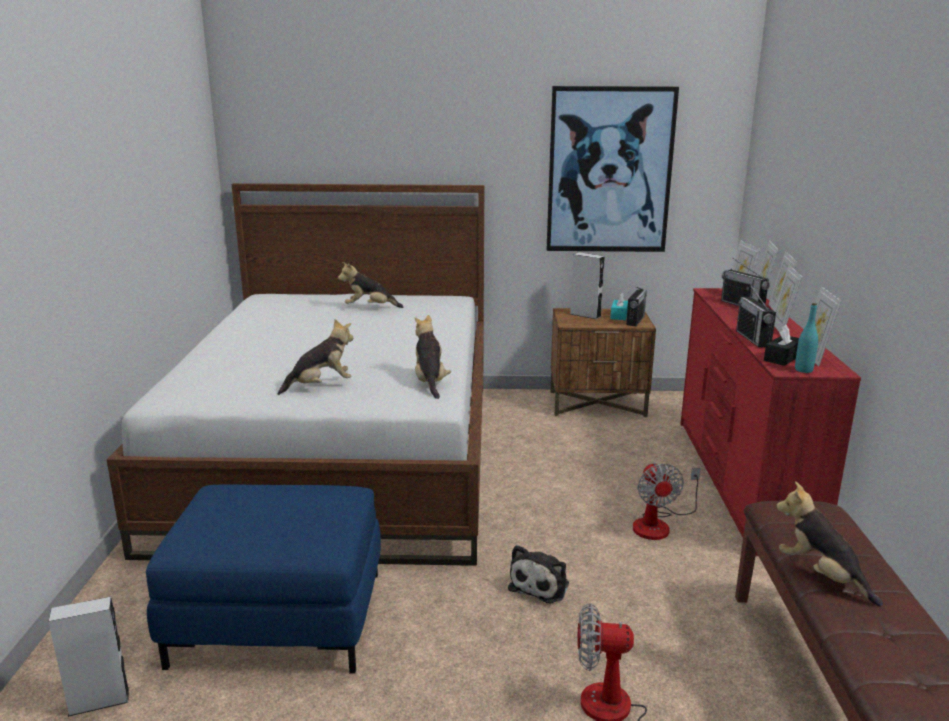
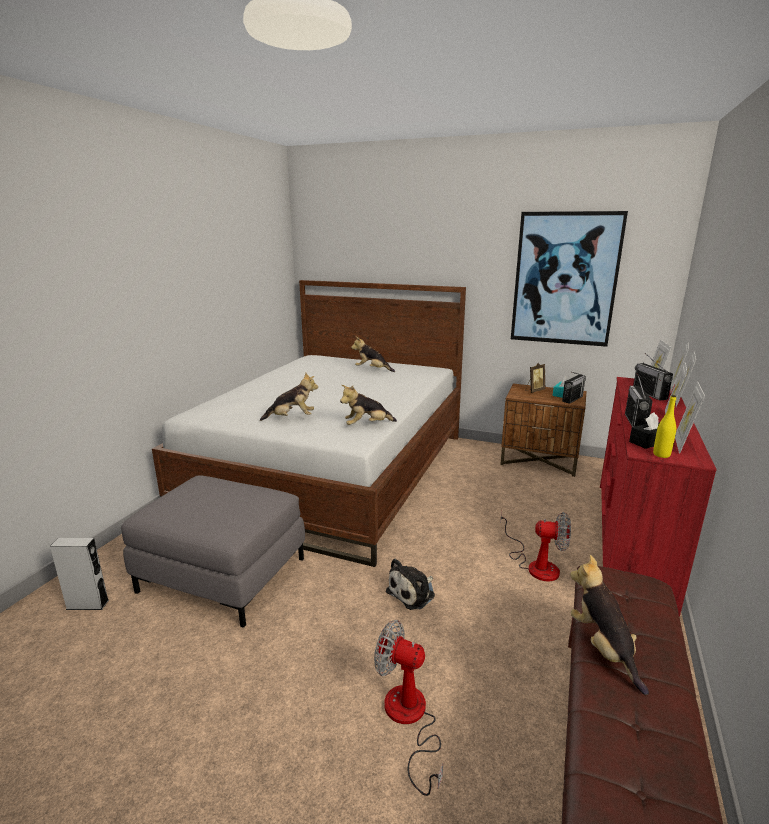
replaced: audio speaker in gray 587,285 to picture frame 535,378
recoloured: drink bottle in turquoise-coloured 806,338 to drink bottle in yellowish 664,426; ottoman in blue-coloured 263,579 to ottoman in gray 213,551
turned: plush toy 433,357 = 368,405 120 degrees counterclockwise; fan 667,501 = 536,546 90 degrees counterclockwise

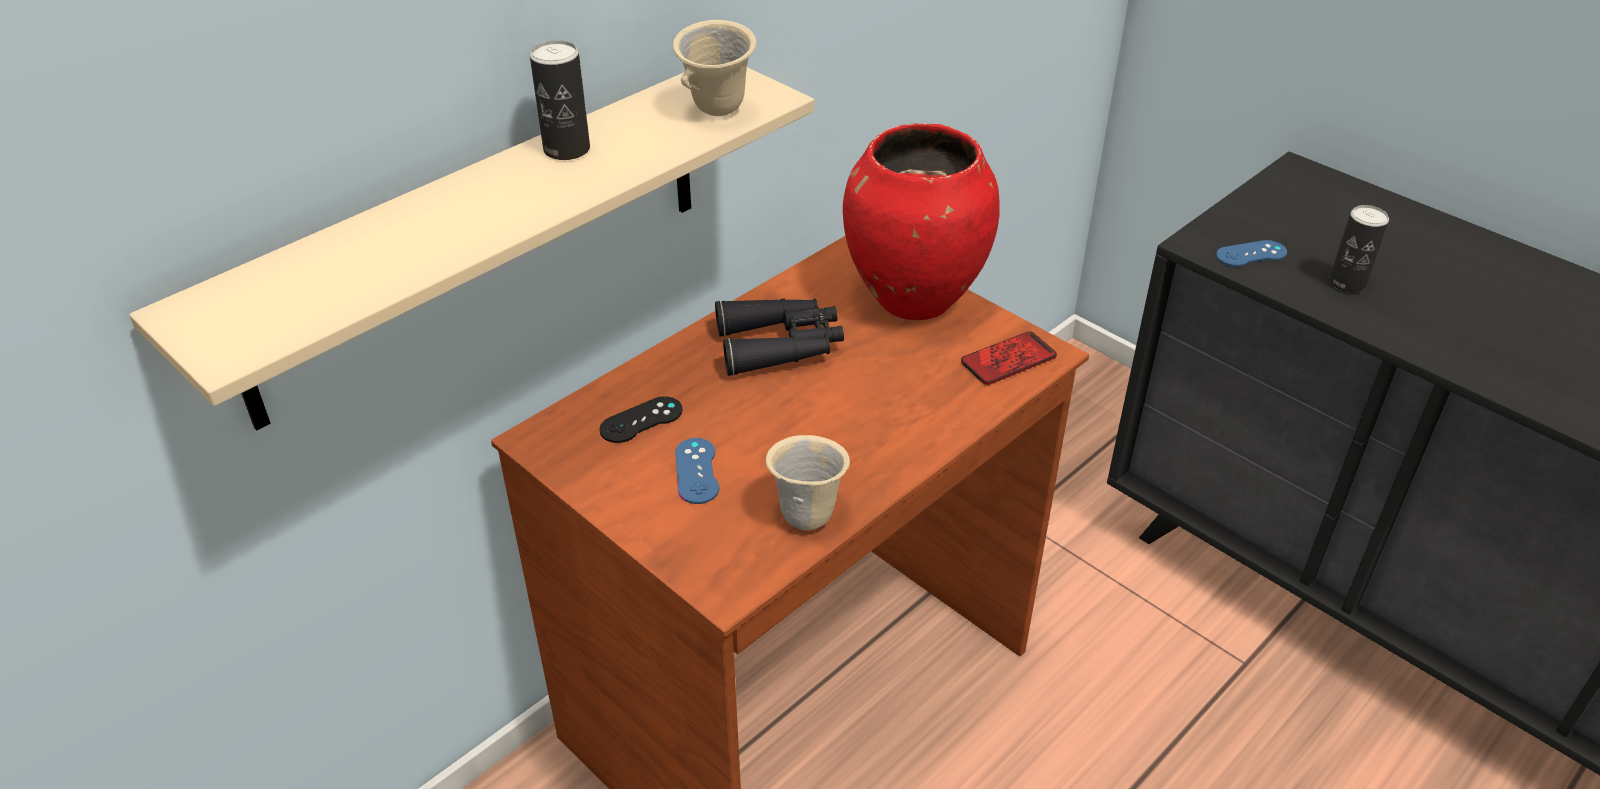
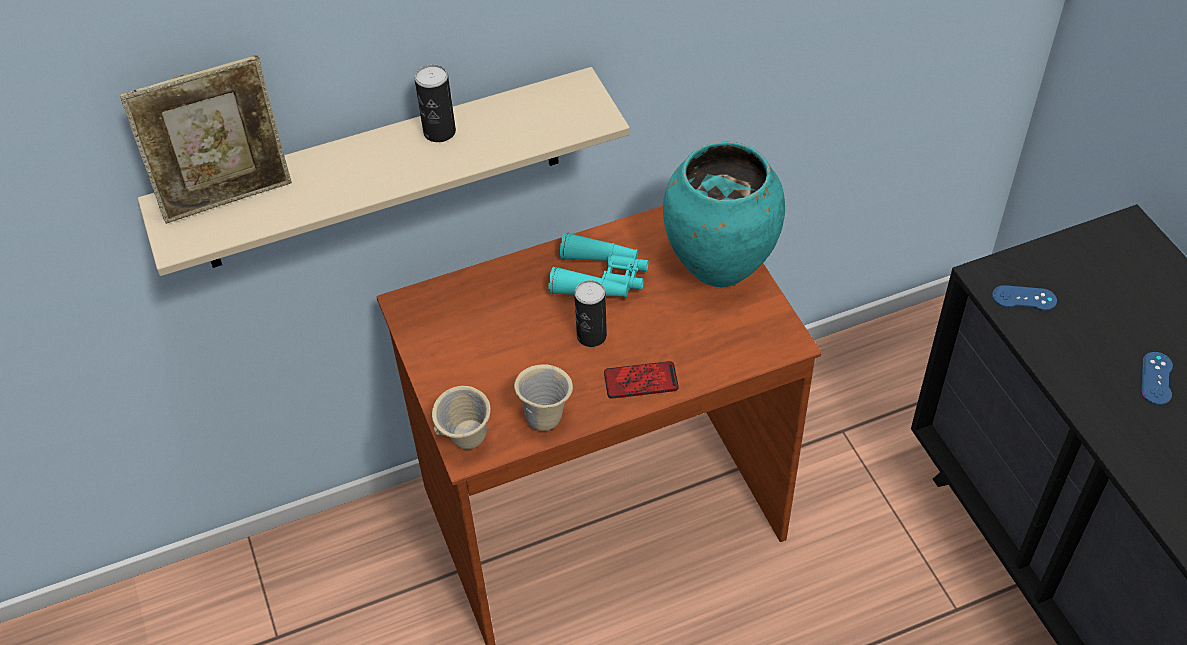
removed: joypad in blackish 641,419
added: picture frame 205,139
moved: mug in sand-coloured 715,68 to 461,417; can 1359,249 to 590,313; phone 1009,358 to 641,380; joypad in blue-coloured 697,471 to 1157,378
recoloured: vase in reddish 921,221 to vase in turquoise-coloured 724,214; binoculars in blackish 779,337 to binoculars in turquoise-coloured 598,265

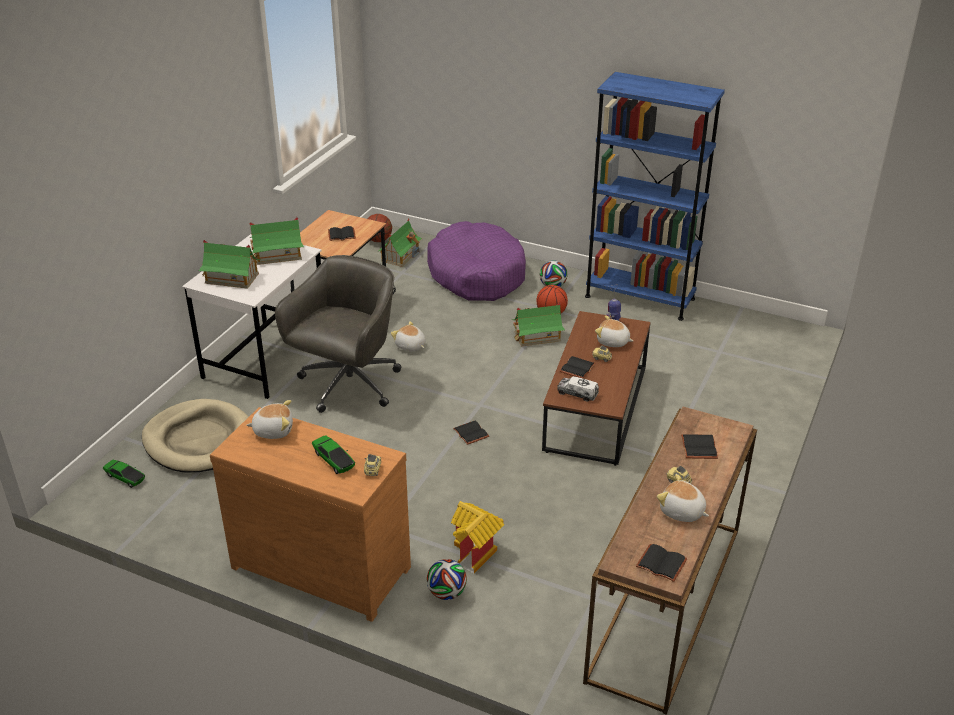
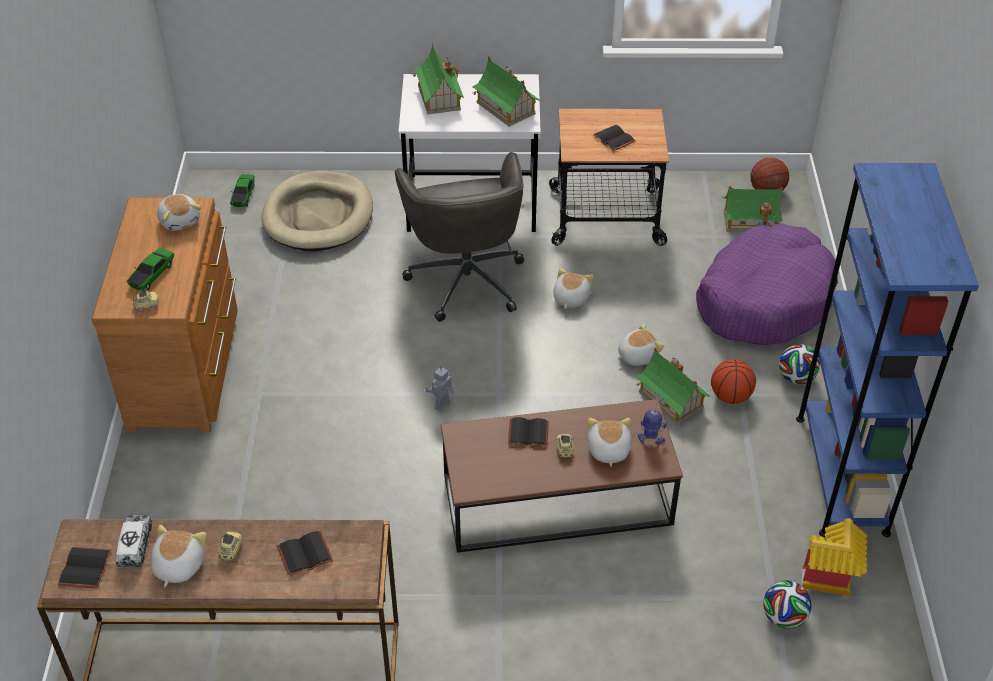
added: plush toy 640,344
moved: toy lorry 578,388 to 134,541; model house 477,537 to 834,557; football 447,579 to 787,605
replaced: bound book in blackish 471,433 to model robot 439,389
turned: computer chair in gray 338,334 = 459,237 75 degrees clockwise

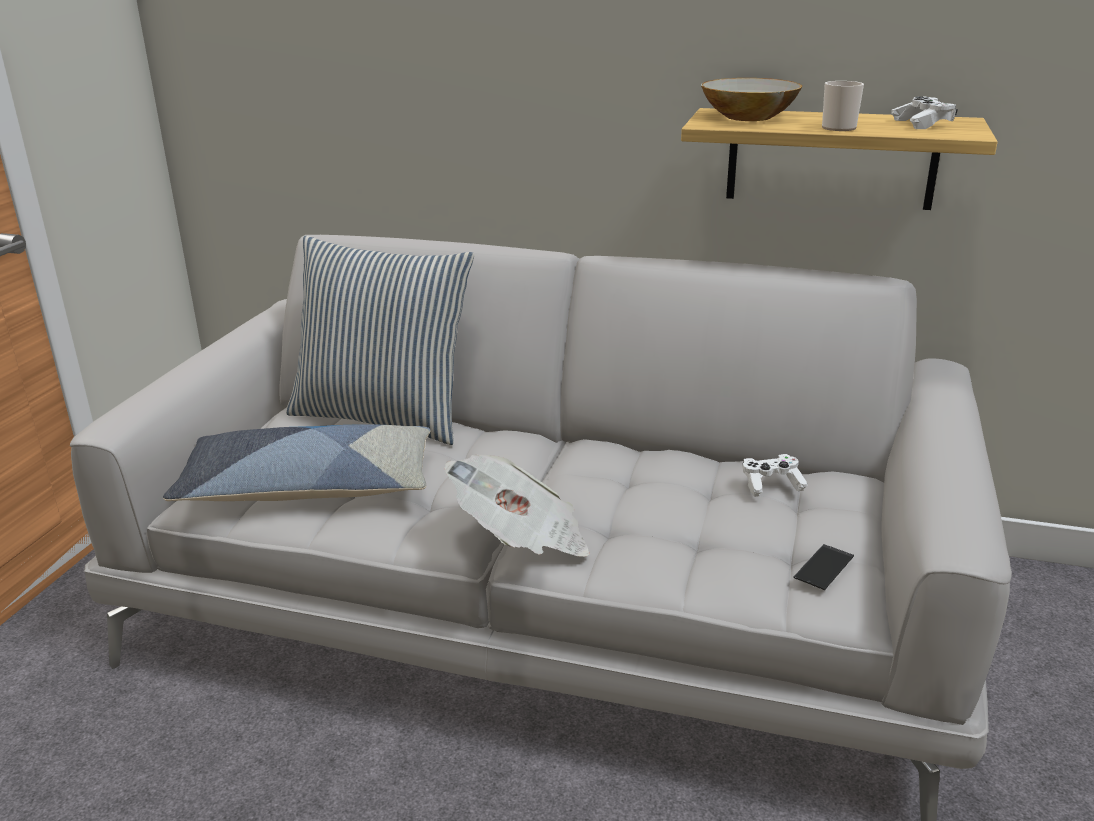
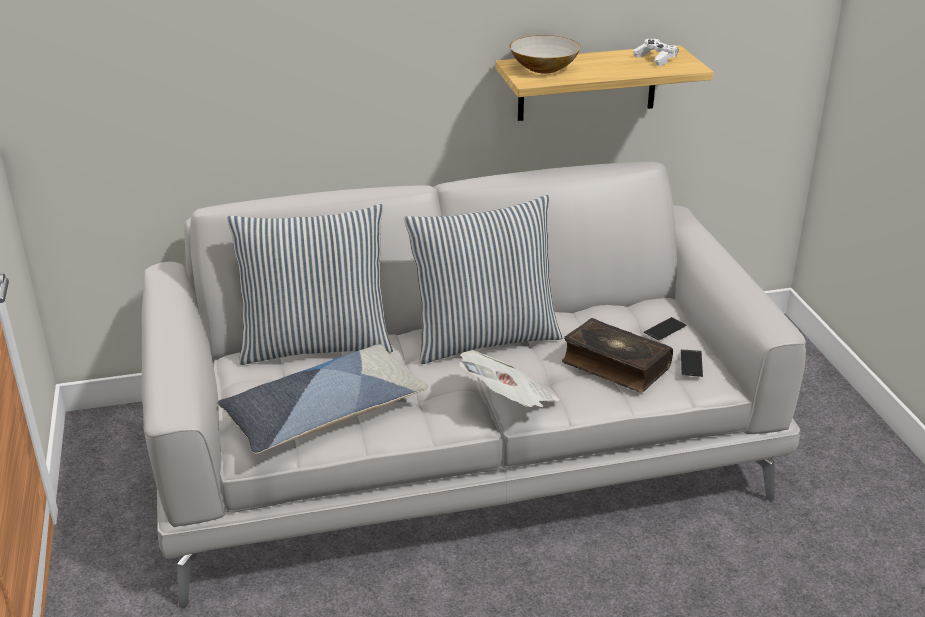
removed: mug 843,106; joypad in white 774,475
added: pillow 483,279; phone 665,329; bound book 617,355

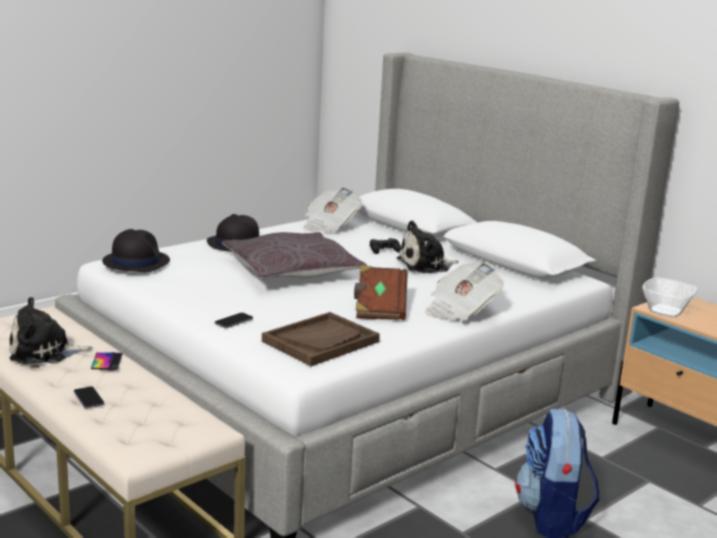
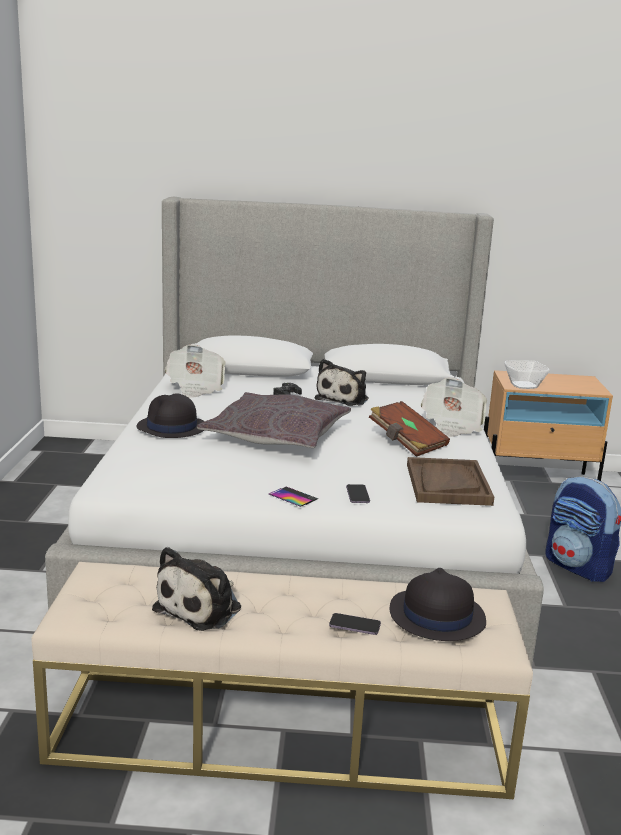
moved: clothing hat in blackish 136,250 to 438,604; phone 107,361 to 293,496

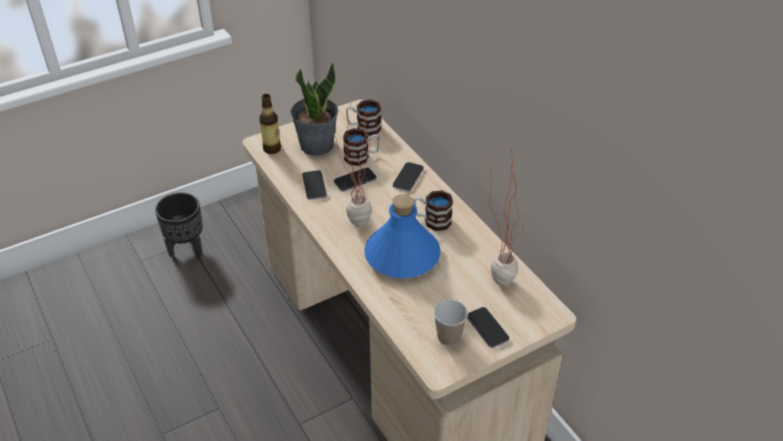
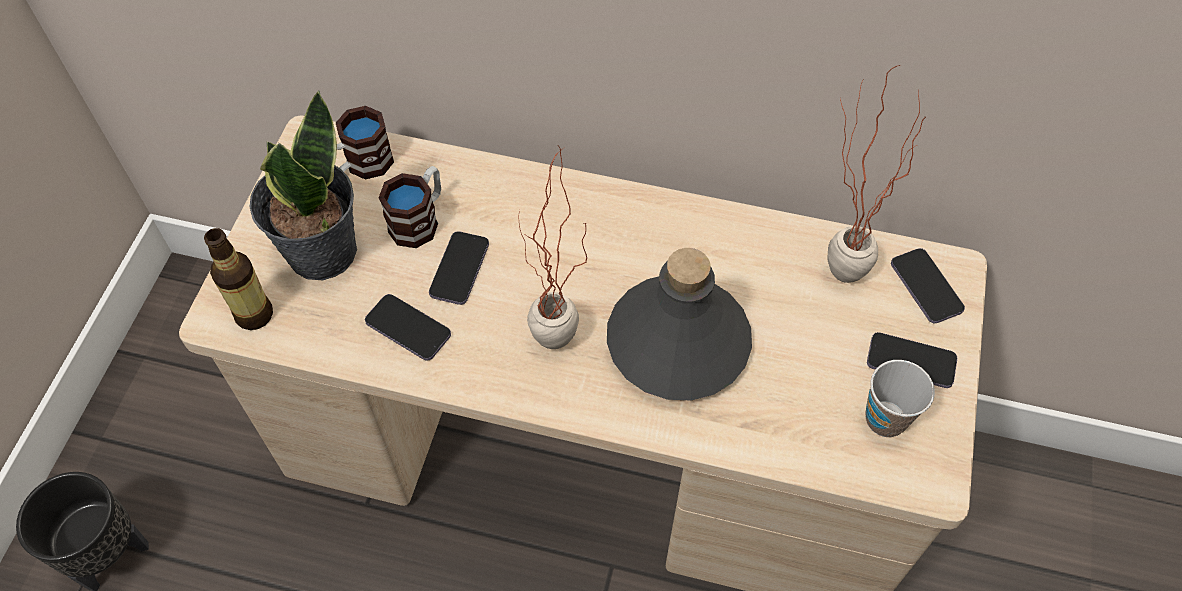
removed: mug 433,210
moved: phone 408,176 to 928,285
recoloured: drink bottle in blue-coloured 402,236 to drink bottle in gray 679,324

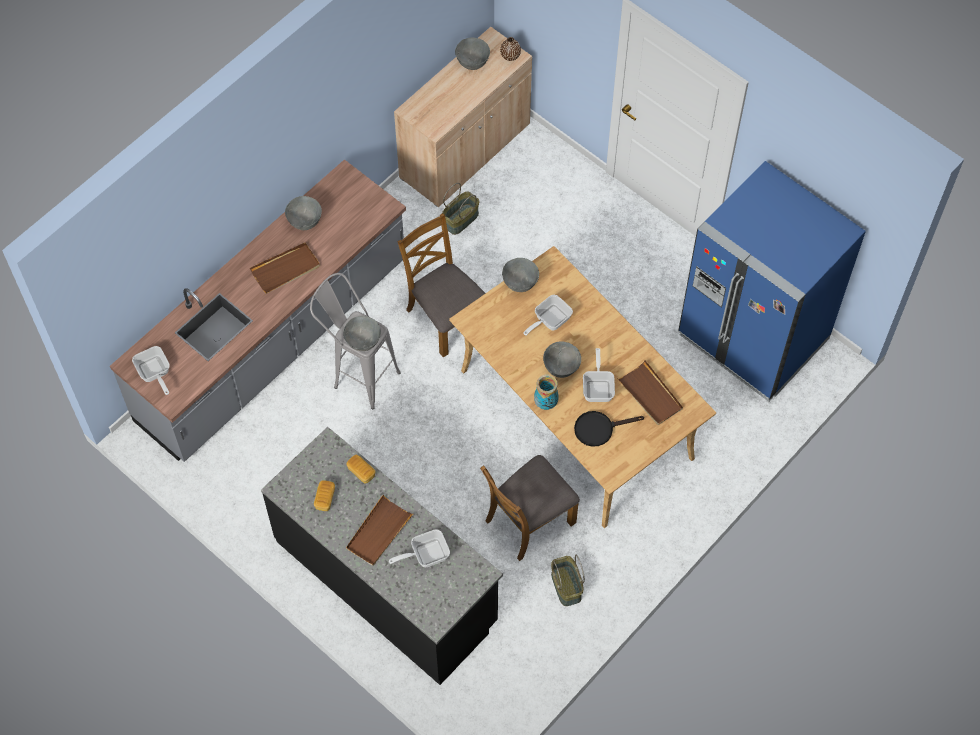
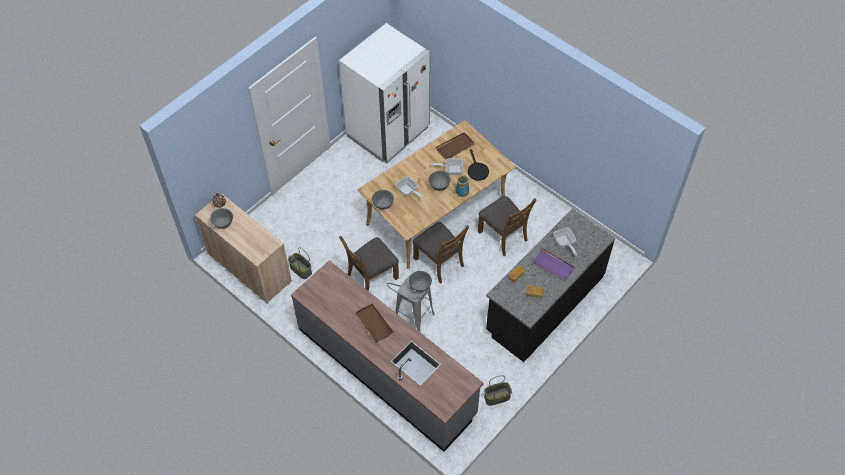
removed: serving bowl in gray 303,213; frying pan 151,370
added: chair in brown 441,253
moved: storage basket 568,580 to 498,390
recoloured: kitchen fridge in blue-coloured 772,281 to kitchen fridge in white 384,93; tray in brown 379,530 to tray in purplish 553,264

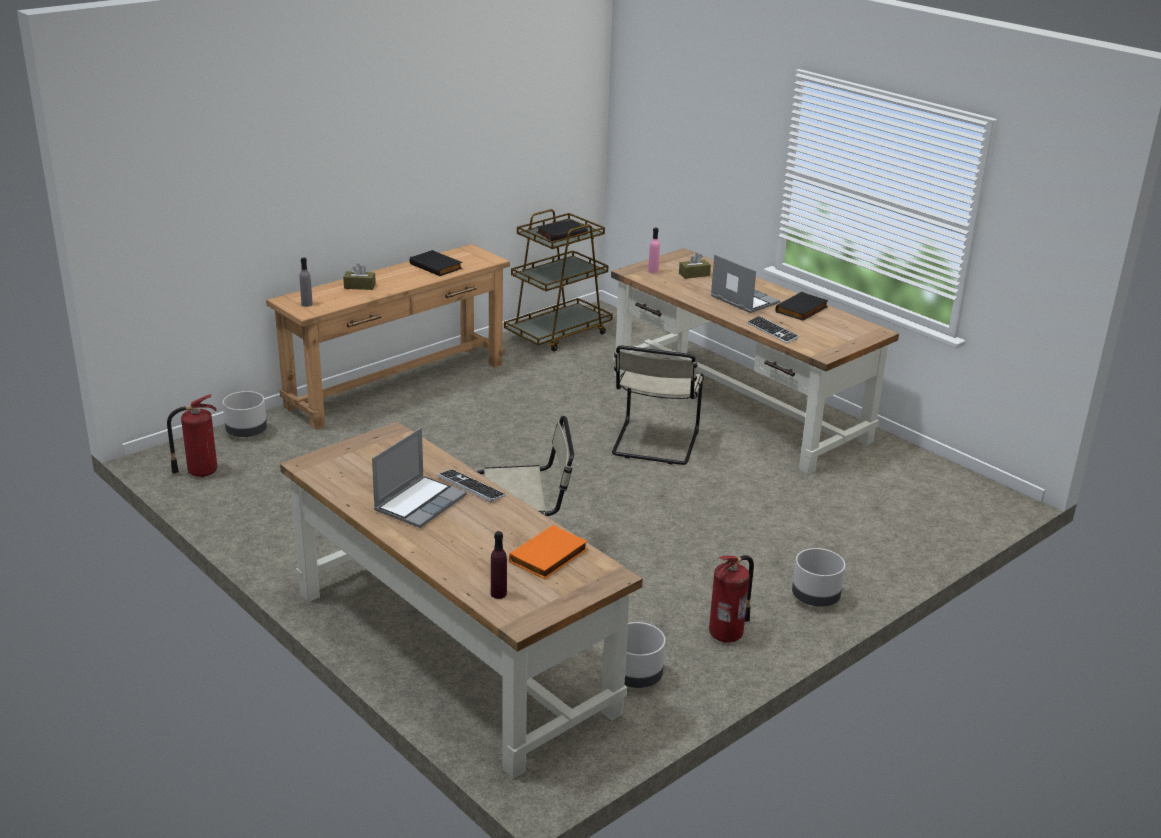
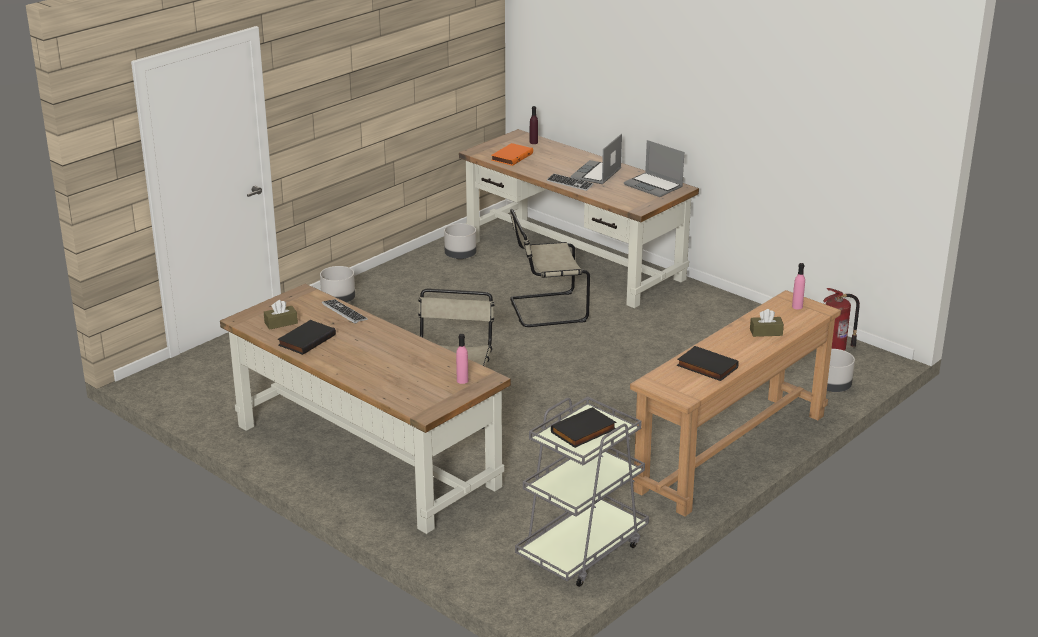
removed: extinguisher 731,599
moved: tissue box in brown 695,266 to 281,315; notebook computer 745,283 to 654,168
recoloured: cart in brown 558,280 to cart in gray 582,491; drink bottle in gray 306,282 to drink bottle in pink 798,286

